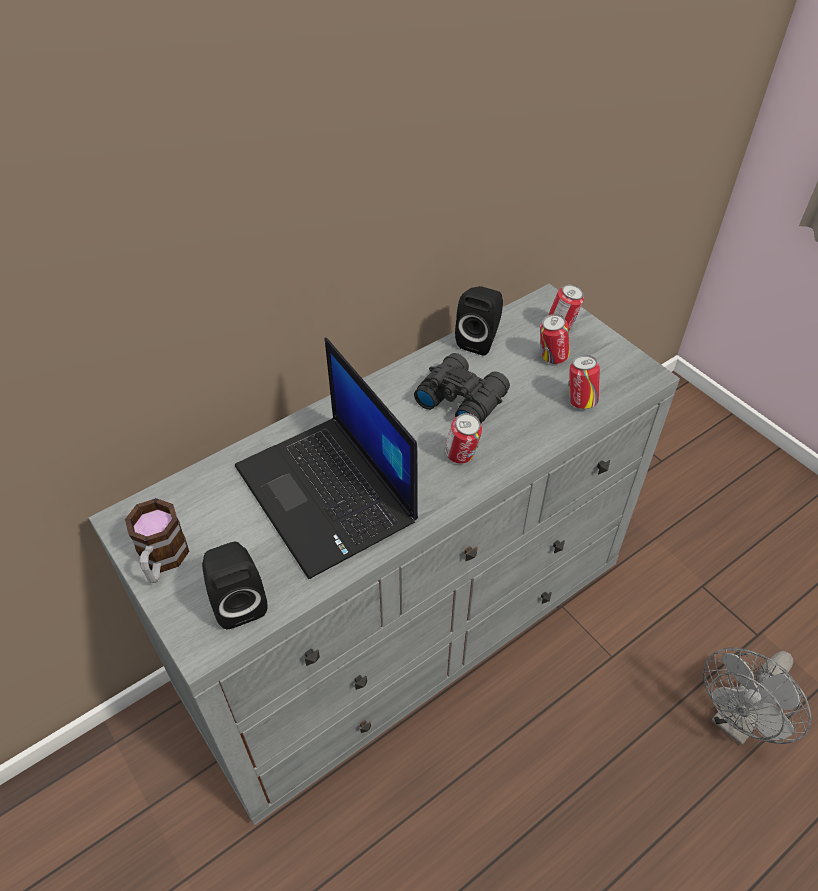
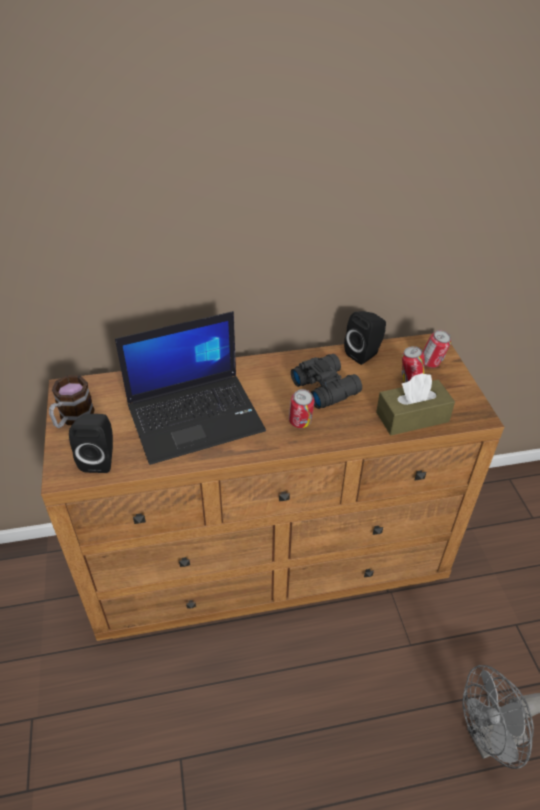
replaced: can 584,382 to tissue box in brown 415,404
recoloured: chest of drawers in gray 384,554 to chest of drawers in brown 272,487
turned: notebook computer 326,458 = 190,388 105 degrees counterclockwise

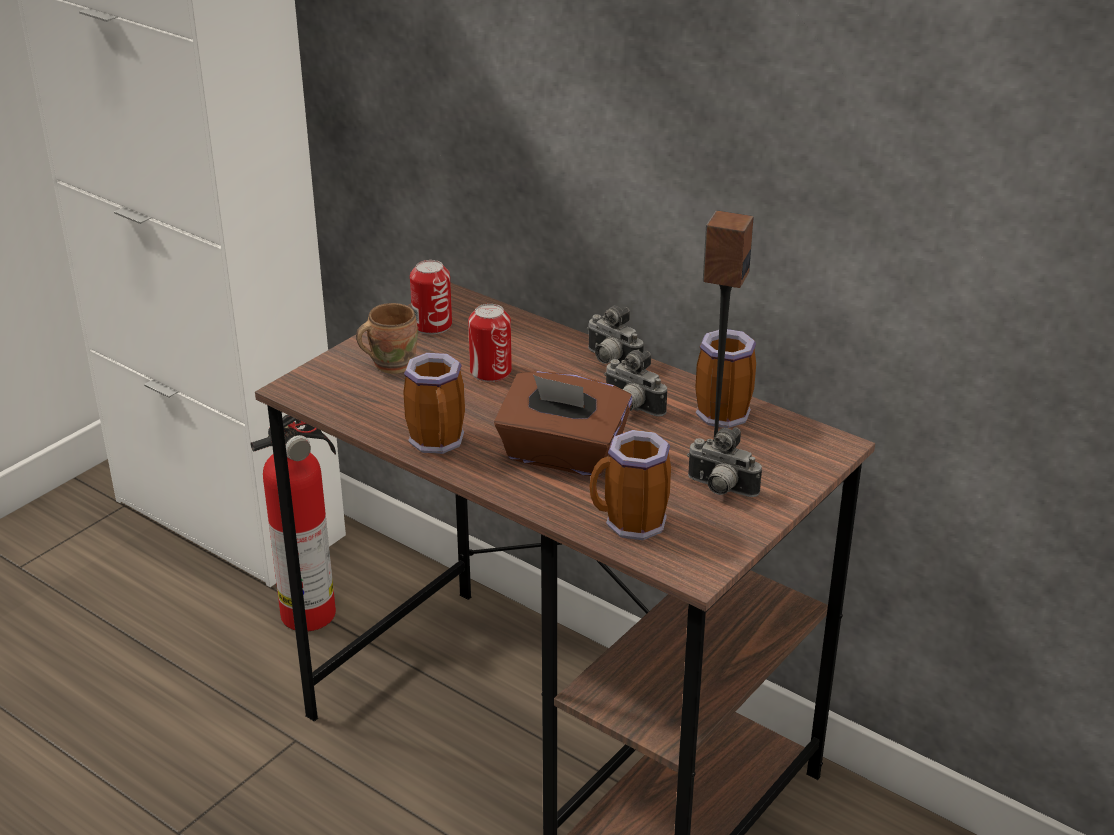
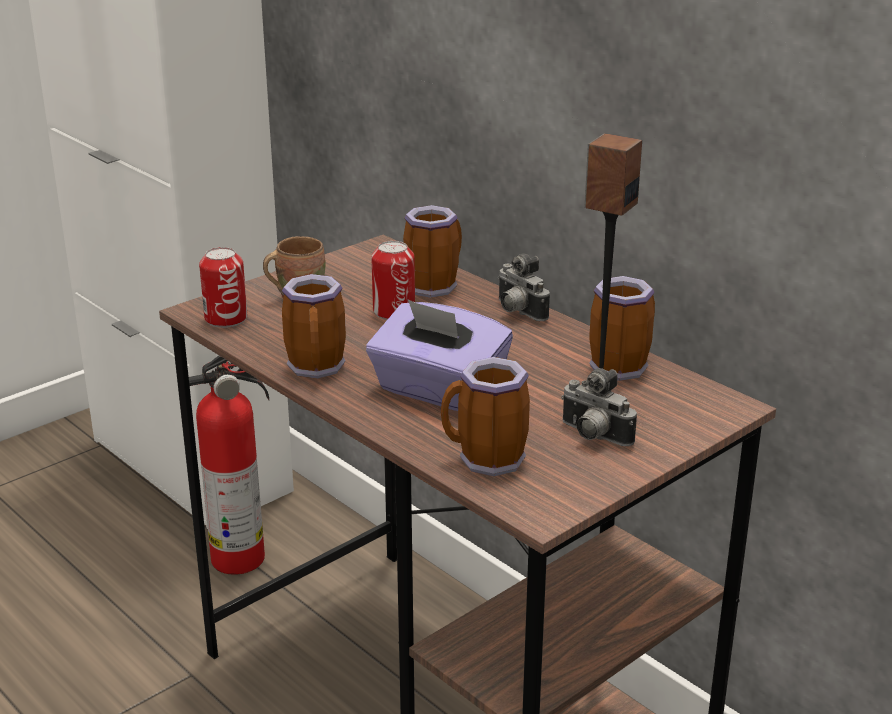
removed: photo camera 635,383
added: mug 432,251
moved: can 431,297 to 223,287
recoloured: tissue box in brown 563,424 to tissue box in purplish 439,355

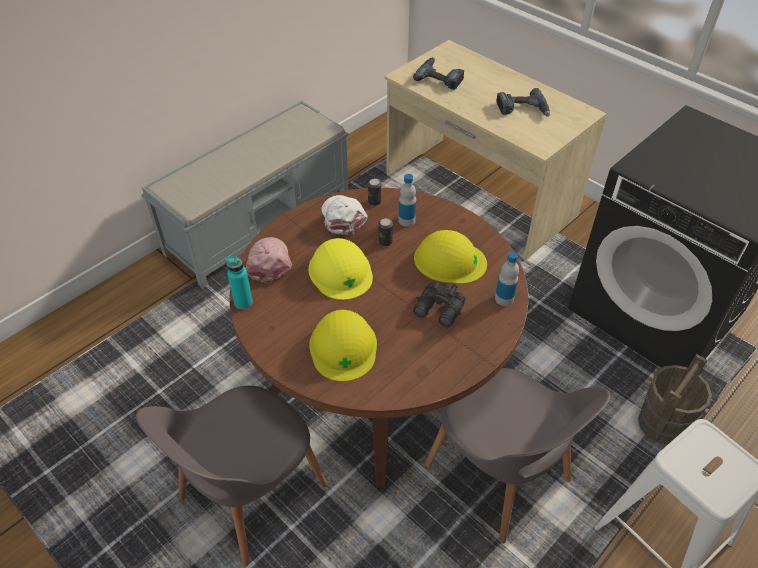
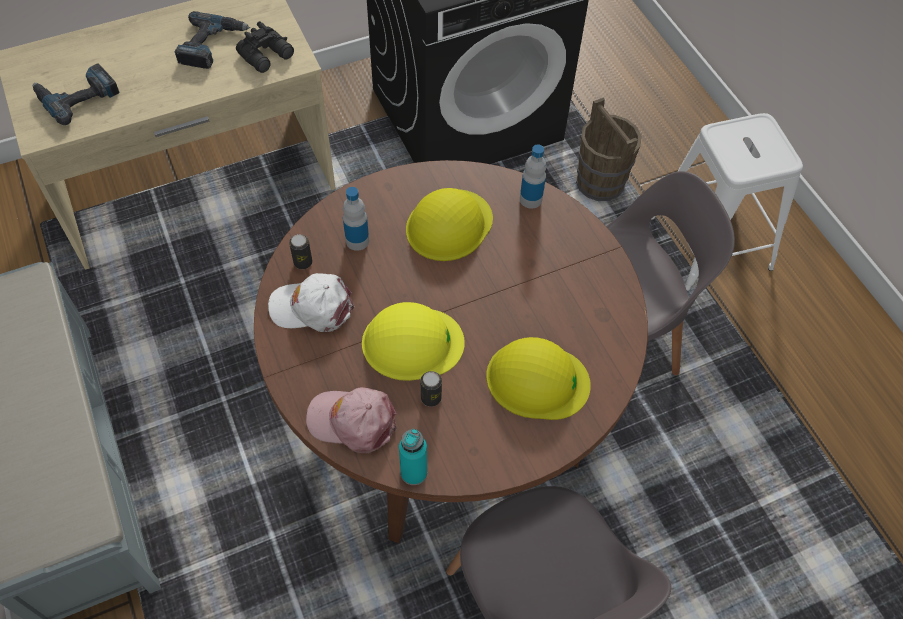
moved: can 386,232 to 431,389; binoculars in blackish 439,304 to 265,47

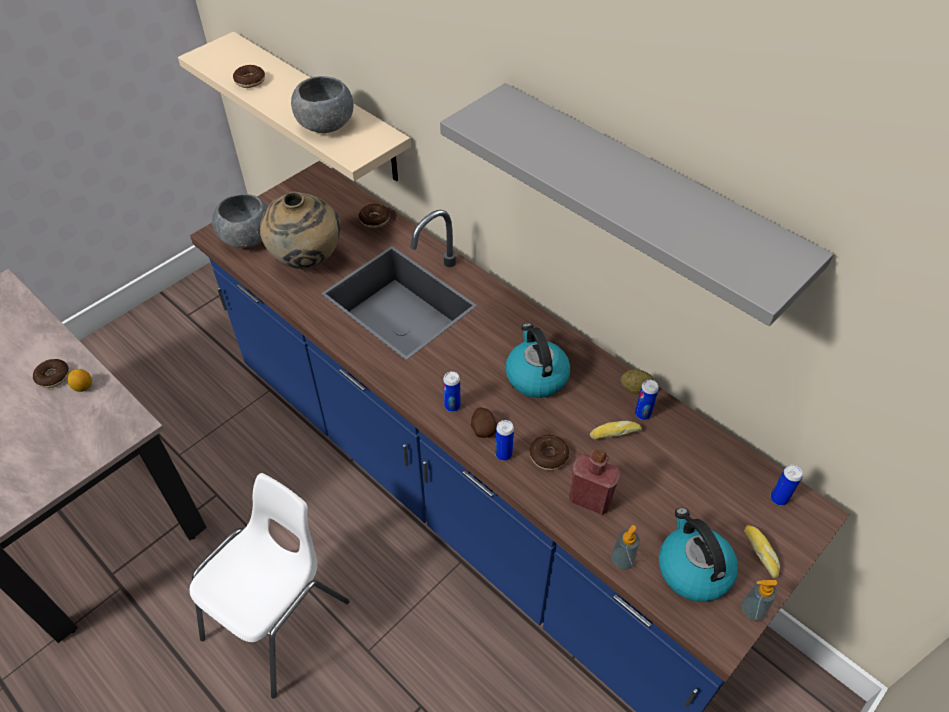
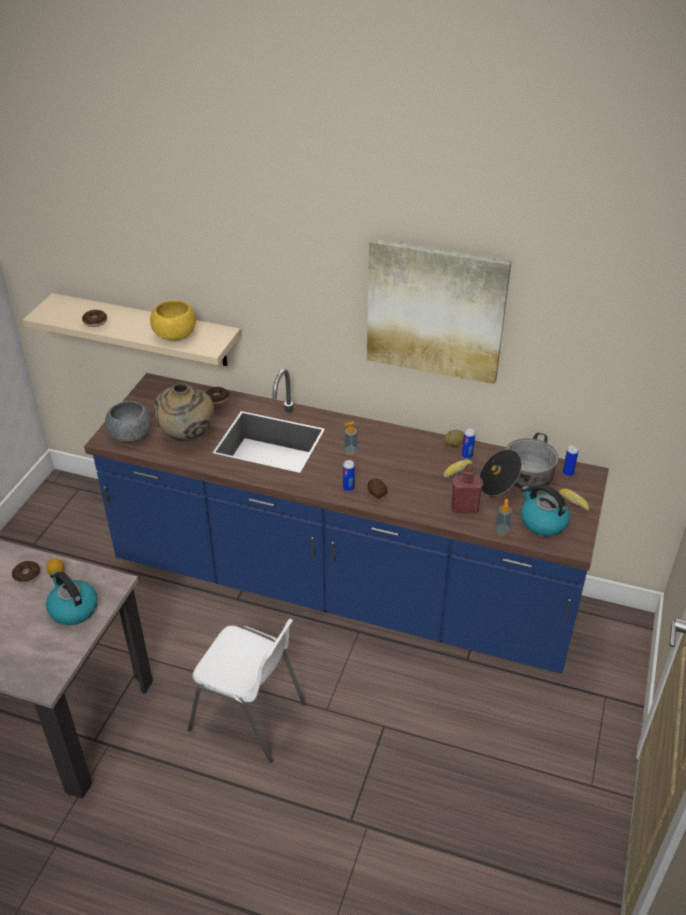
removed: can 504,440; ring doughnut 549,452
added: cooking pot 519,464
moved: kettle 537,360 to 72,598; soap dispenser 759,601 to 351,438
replaced: wall shelf in gray 637,204 to wall picture 439,311
recoloured: serving bowl in gray 322,104 to serving bowl in yellowish 173,320
turned: chair in white 270,586 = 247,691 105 degrees clockwise

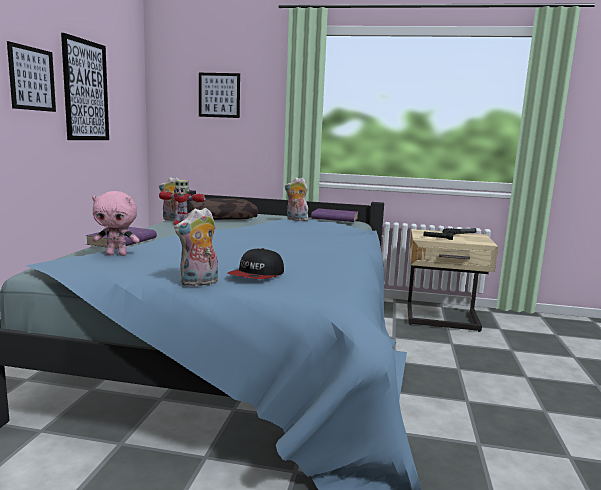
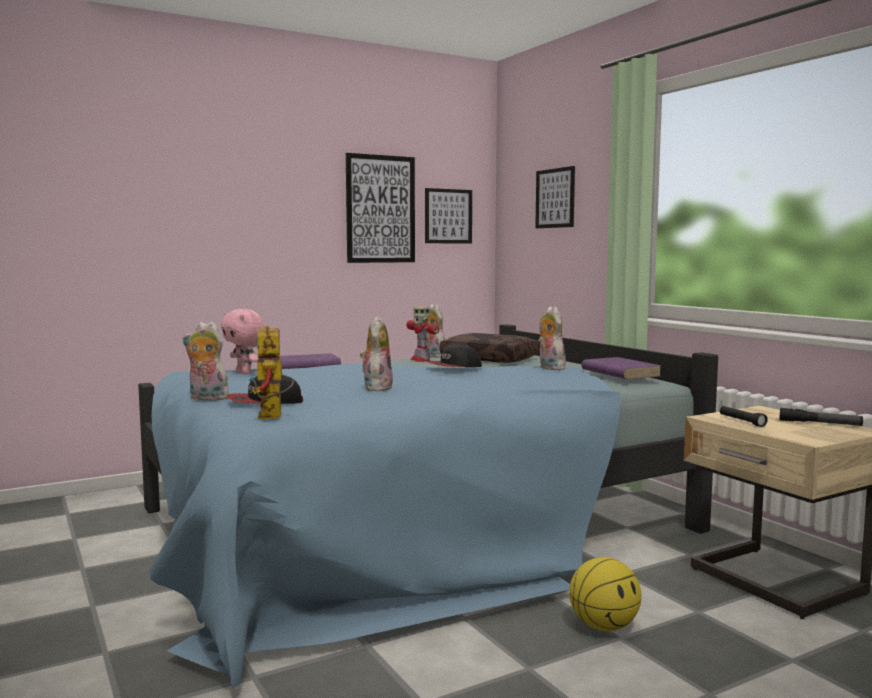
added: plush toy 376,353; model robot 271,373; peaked cap 454,355; basketball ball 605,594
moved: wall picture 31,76 to 448,216

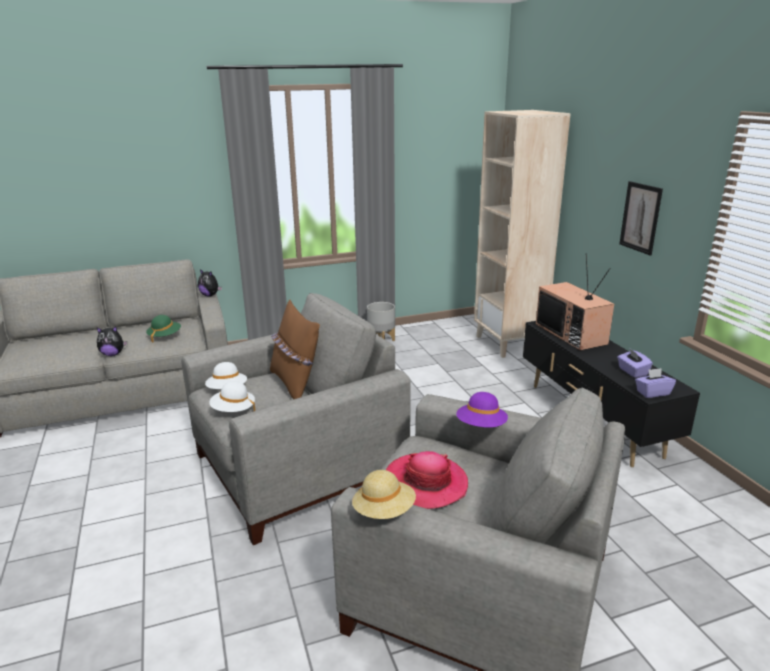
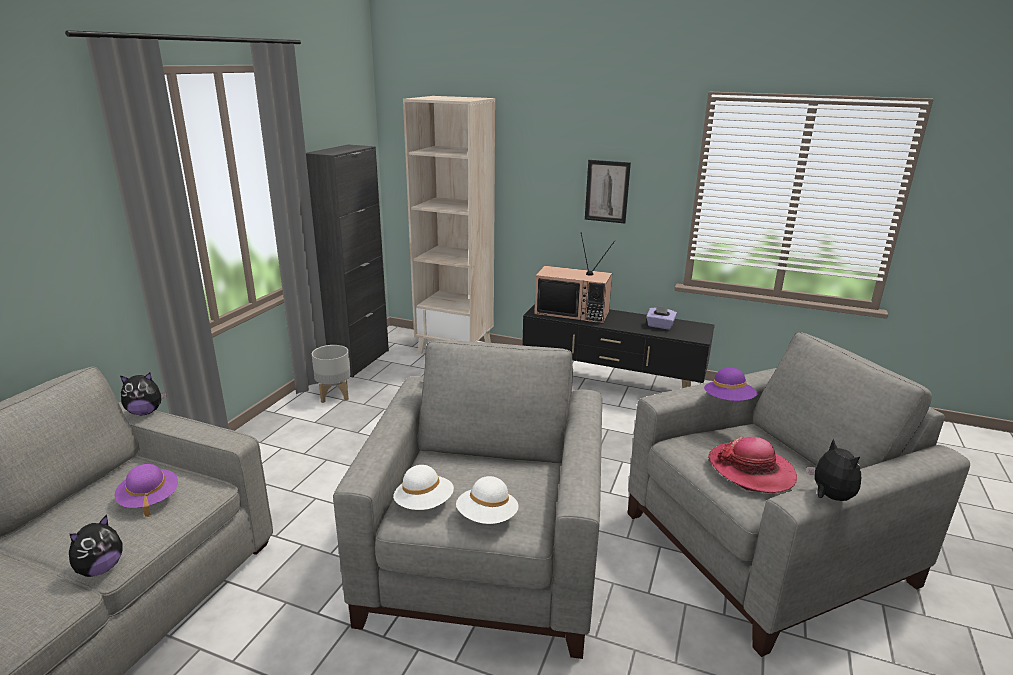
removed: pillow in brown 295,349; tissue box in purplish 655,383
added: storage cabinet in blackish 347,261
replaced: clothing hat in sand-coloured 384,494 to plush toy 834,469
recoloured: clothing hat in green-coloured 163,328 to clothing hat in purplish 146,490

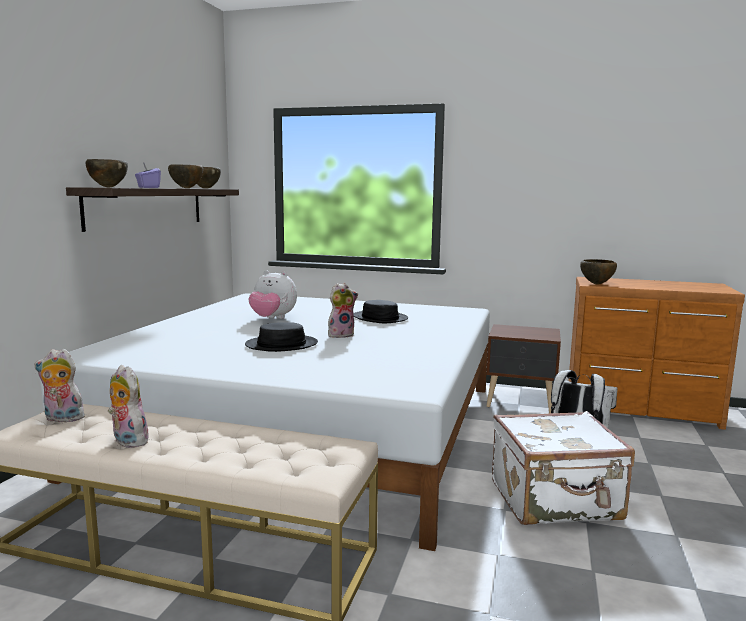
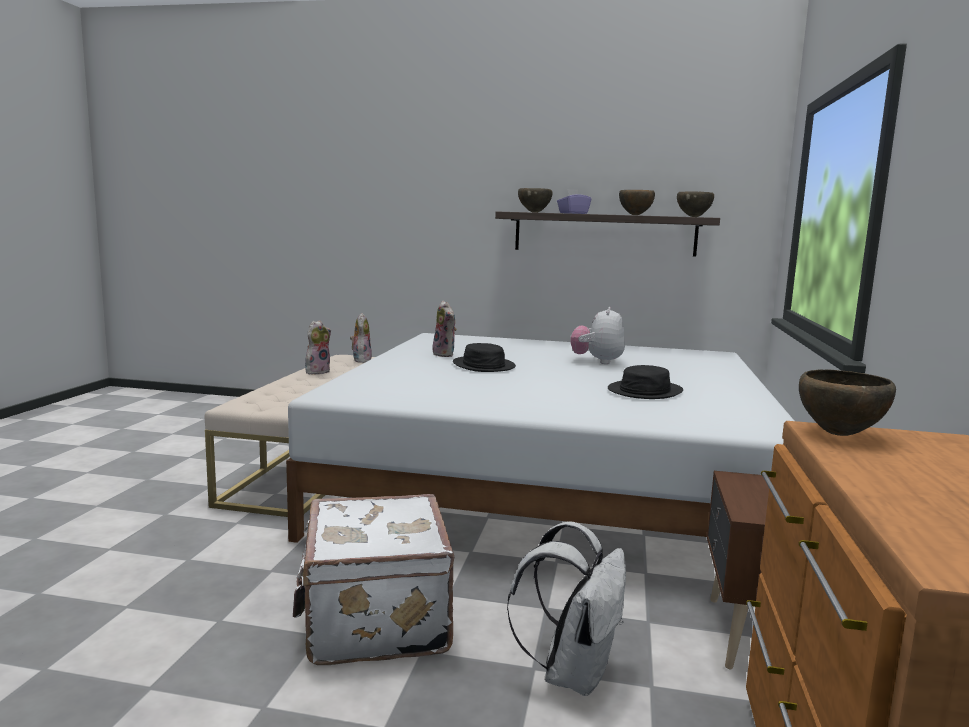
moved: plush toy 343,310 to 444,329

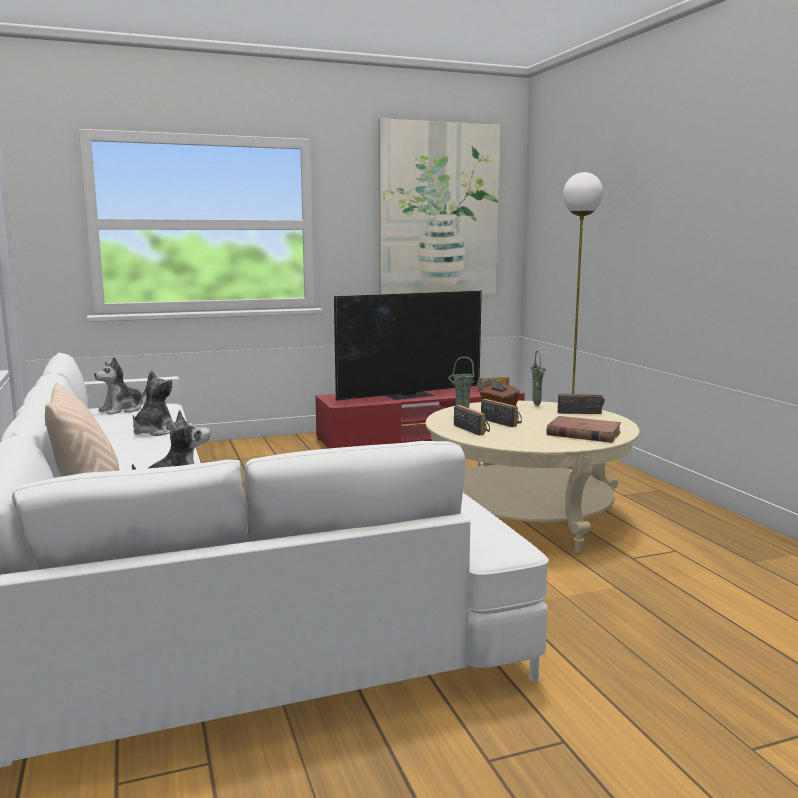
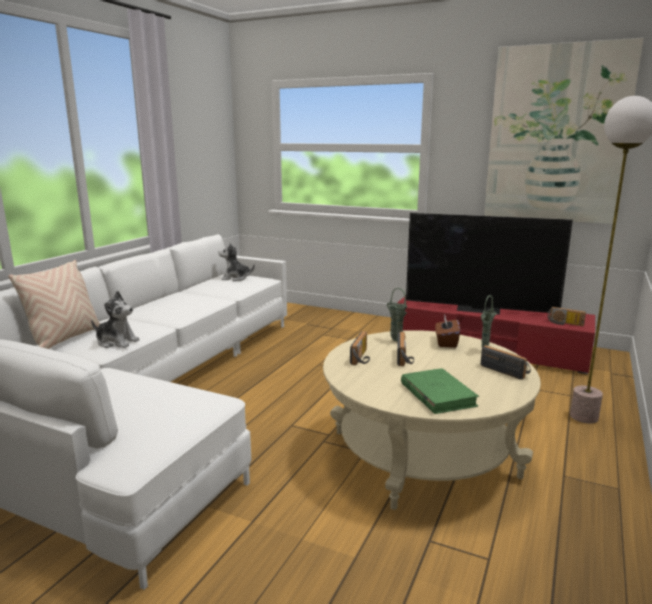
removed: plush toy 153,403
recoloured: bound book in brown 584,429 to bound book in green-coloured 440,391

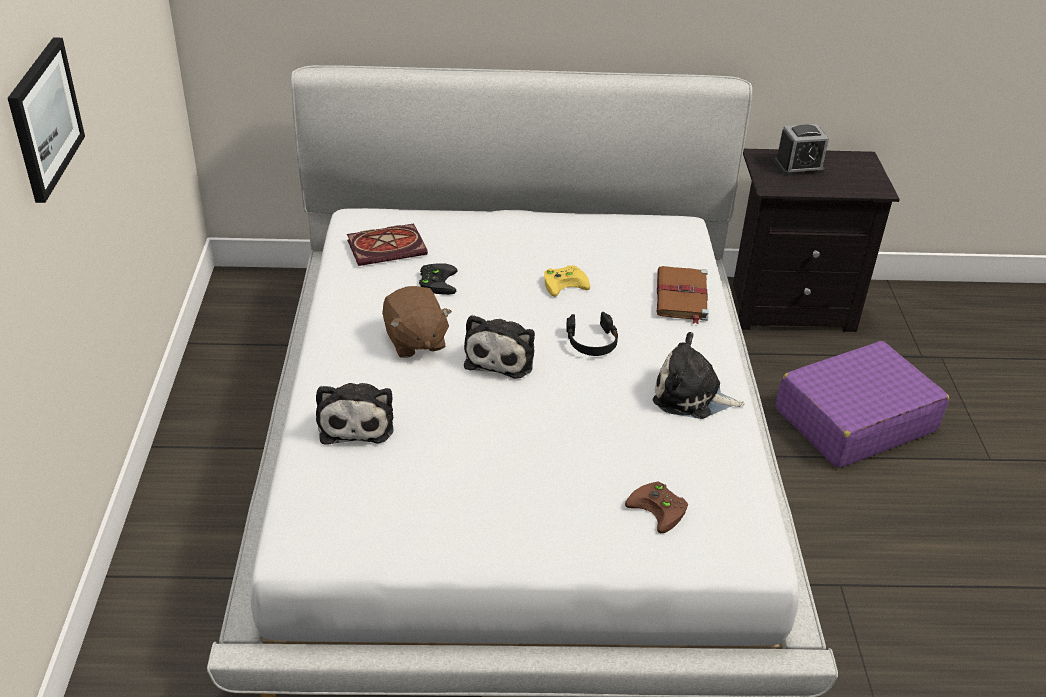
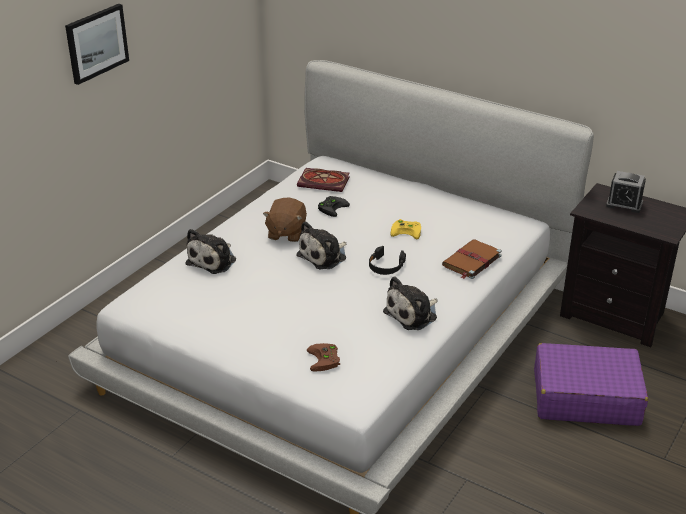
turned: plush toy 699,375 = 410,303 90 degrees counterclockwise

